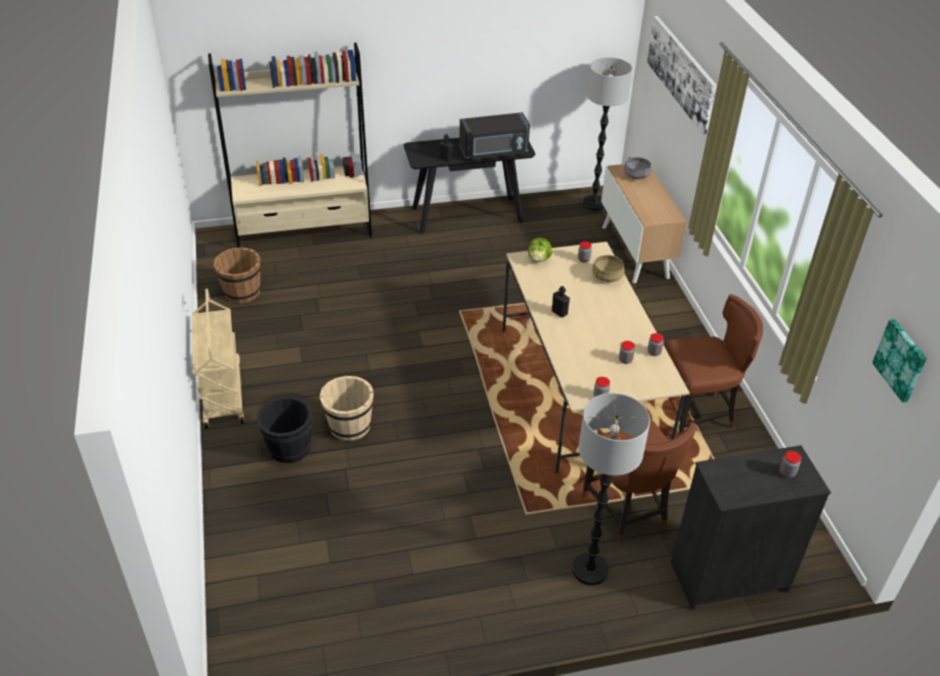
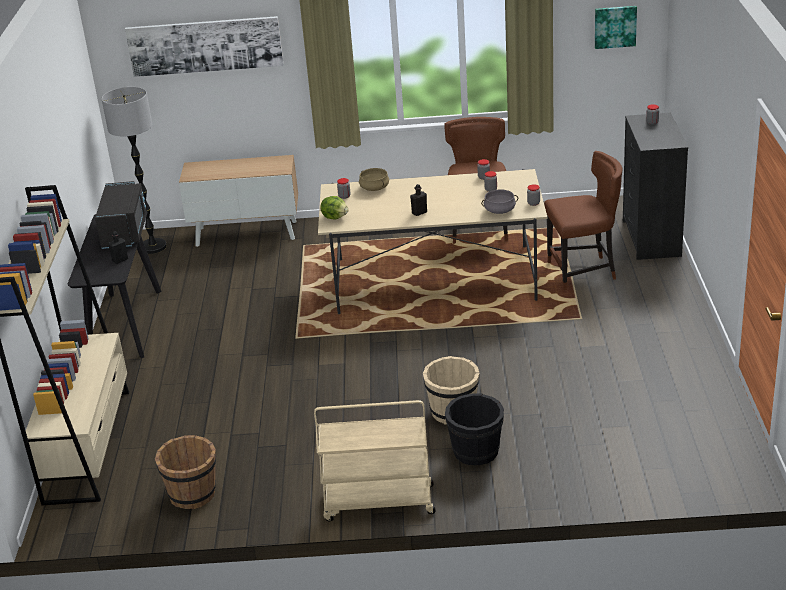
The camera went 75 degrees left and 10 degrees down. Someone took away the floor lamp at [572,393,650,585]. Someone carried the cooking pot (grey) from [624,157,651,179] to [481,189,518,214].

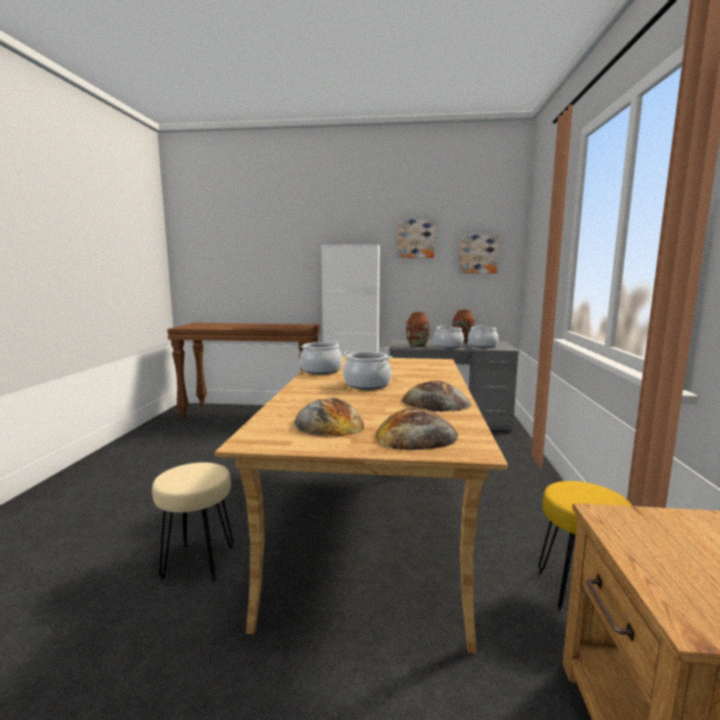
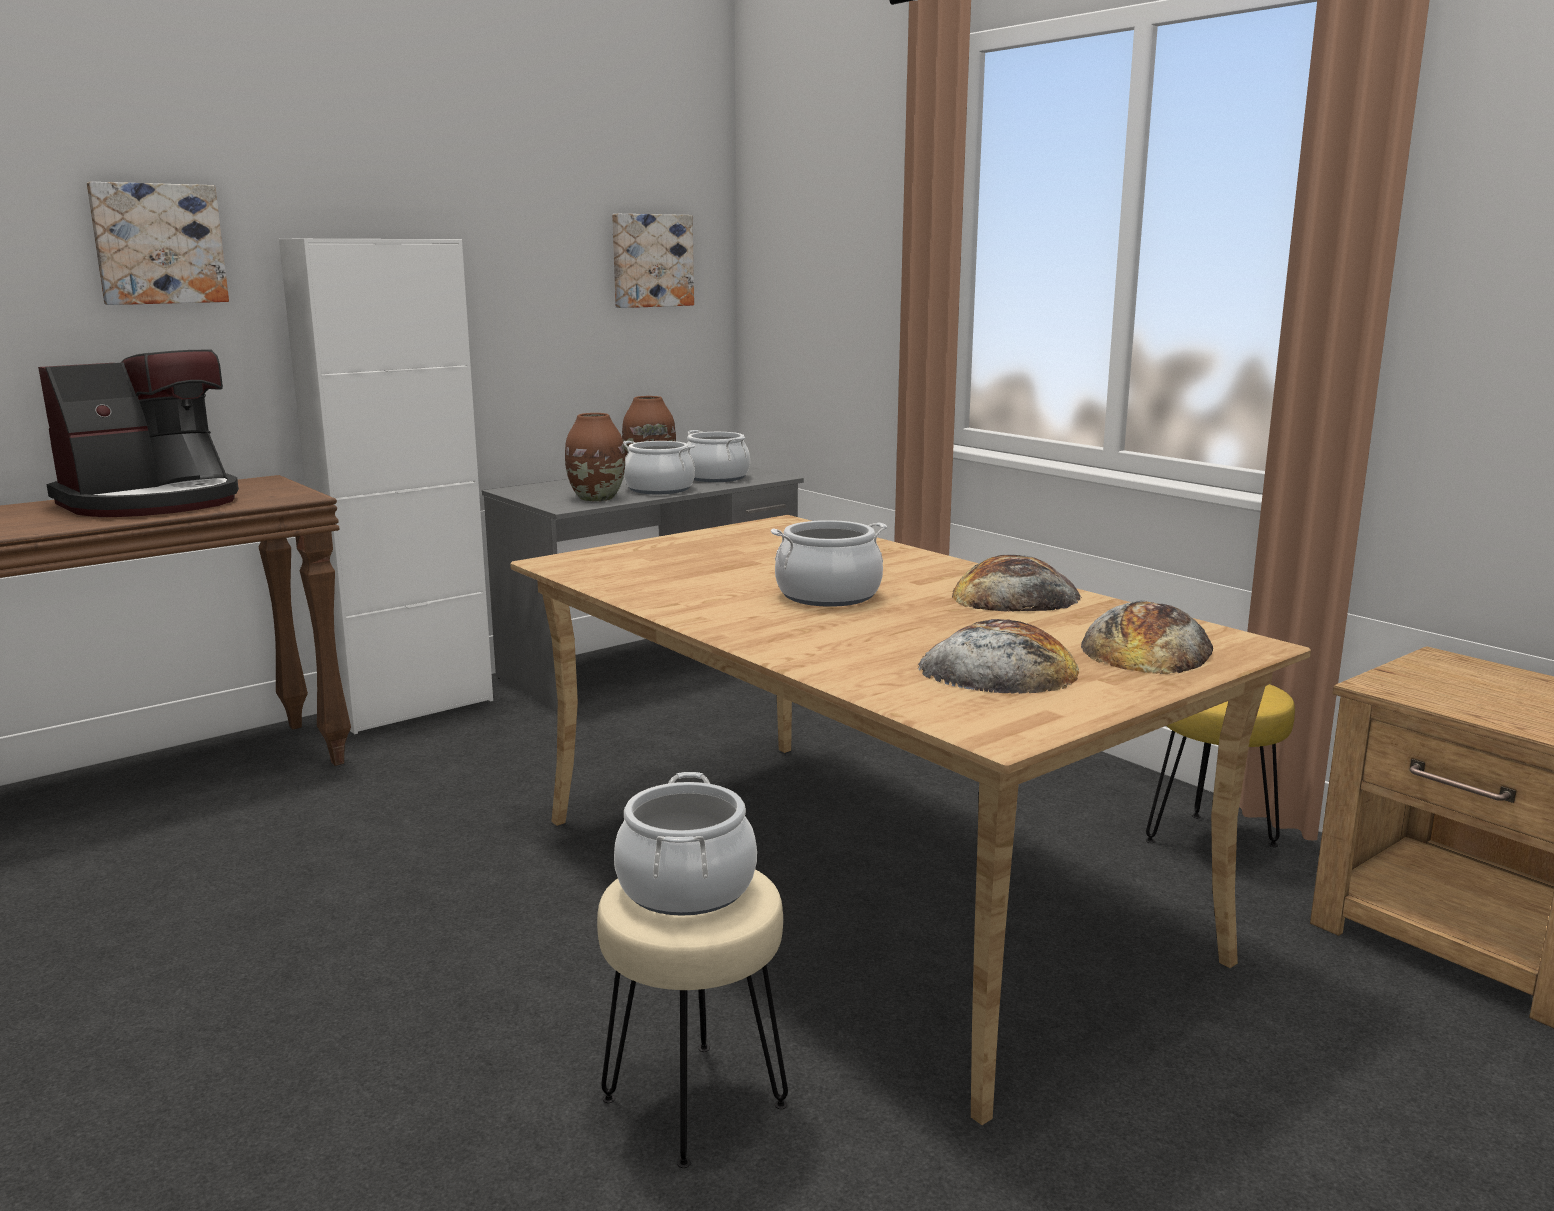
The camera went 45 degrees left and 5 degrees up. Someone carried the cooking pot from [300,341,342,374] to [614,772,757,916]. Someone carried the picture from [397,219,435,258] to [87,182,229,305]. Someone put down the coffee machine at [38,350,239,517].

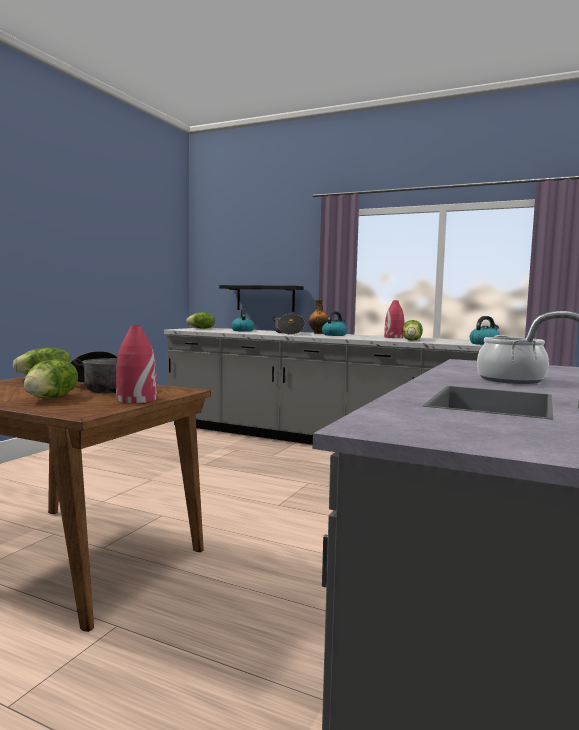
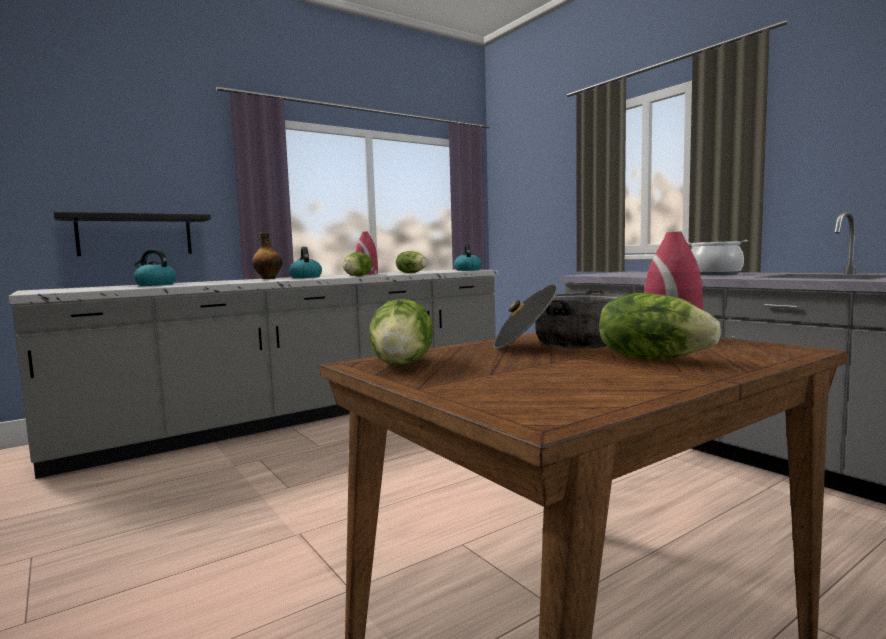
The camera went 60 degrees left and 0 degrees up. Someone carried the lettuce from [186,312,215,329] to [343,252,372,276]. Someone took away the cooking pot at [273,314,305,335].

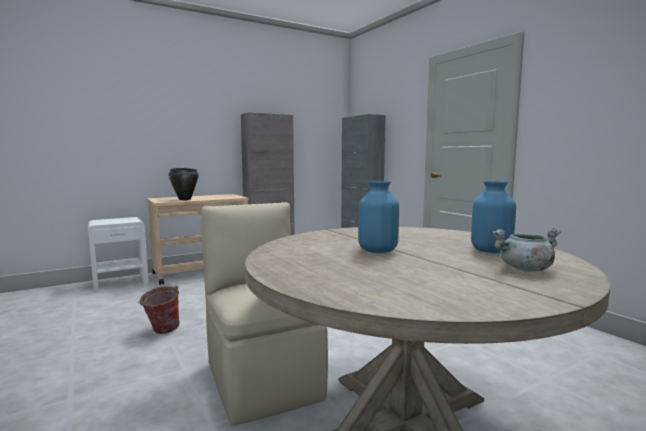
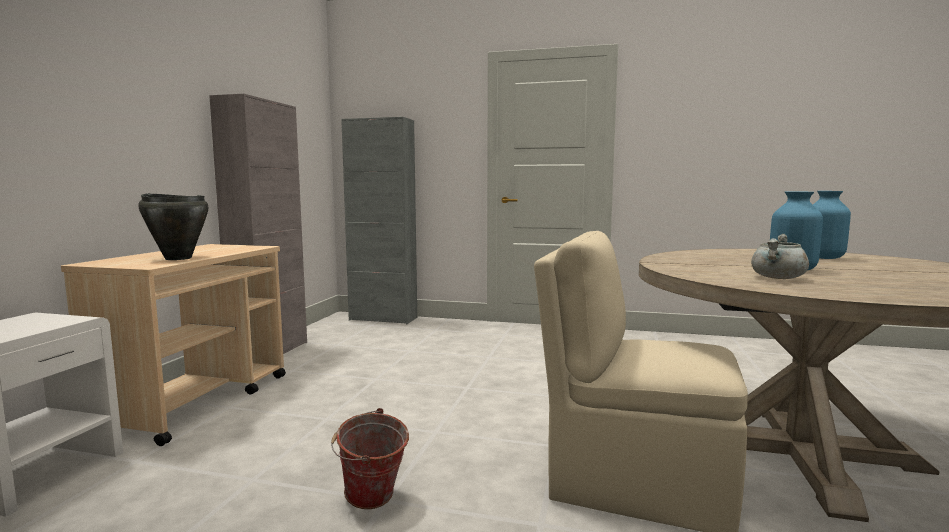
The camera went 45 degrees left and 0 degrees up. Someone carried the cooking pot (grey) from [492,228,561,271] to [751,234,809,279].

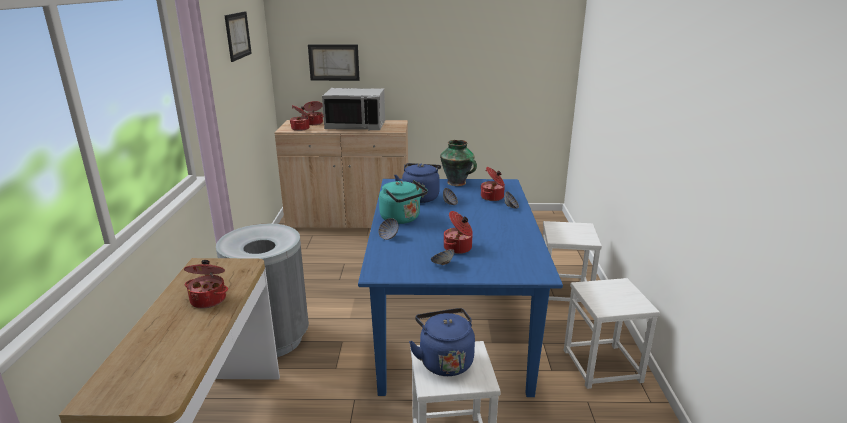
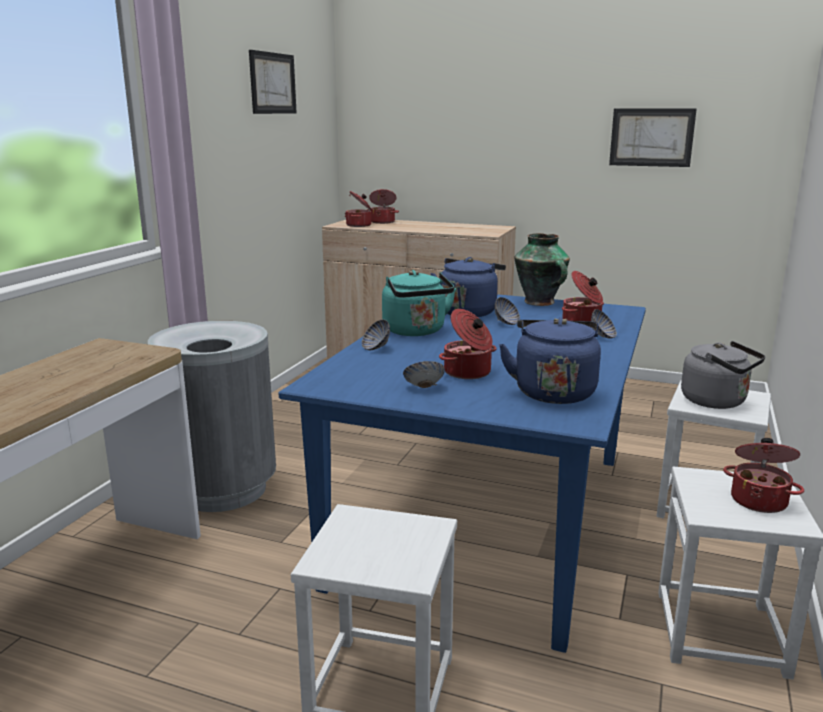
The camera went 20 degrees right and 5 degrees down. Someone carried the cooking pot from [184,260,228,308] to [723,438,804,513]. Someone carried the picture from [308,44,359,81] to [609,108,697,167]. Someone took away the microwave (grey) at [322,88,385,130]. Someone carried the kettle (blue) from [409,308,475,376] to [499,317,601,404]. Someone put down the kettle (grey) at [681,341,765,409].

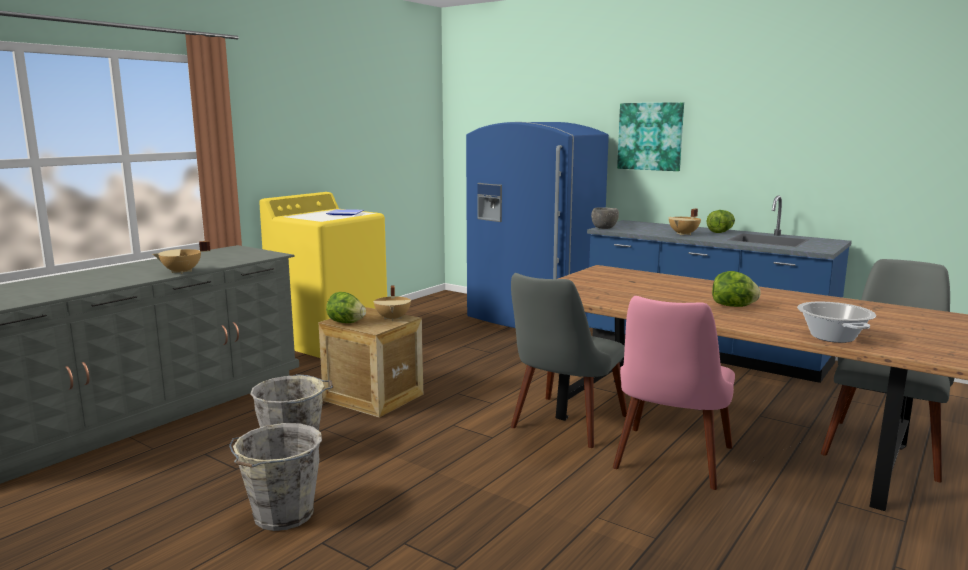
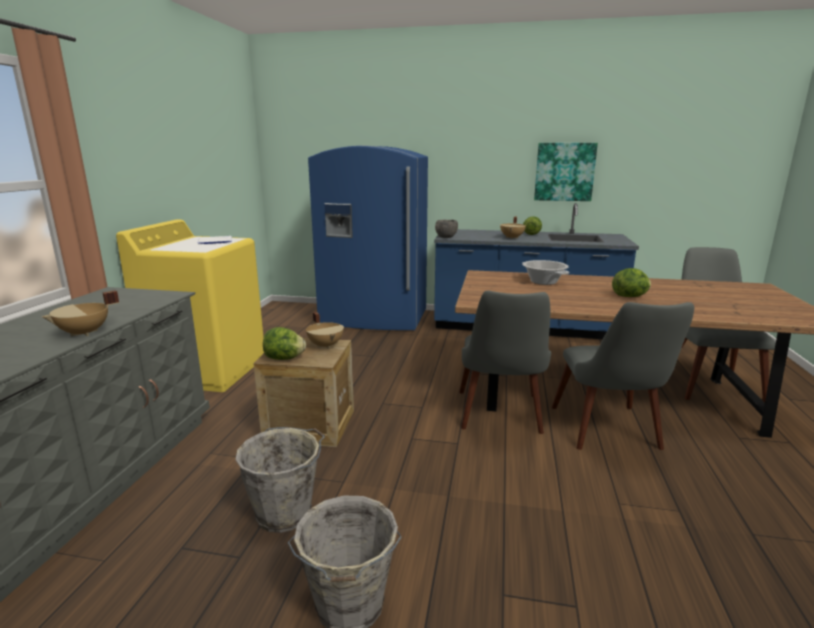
The camera went 25 degrees left and 5 degrees up. Someone repainted the chair (pink) at [613,296,735,490], which became the chair (grey) at [552,302,694,450]. Someone carried the picture from [617,102,684,171] to [534,143,598,201]. Someone carried the cooking pot from [797,302,876,343] to [522,260,569,285].

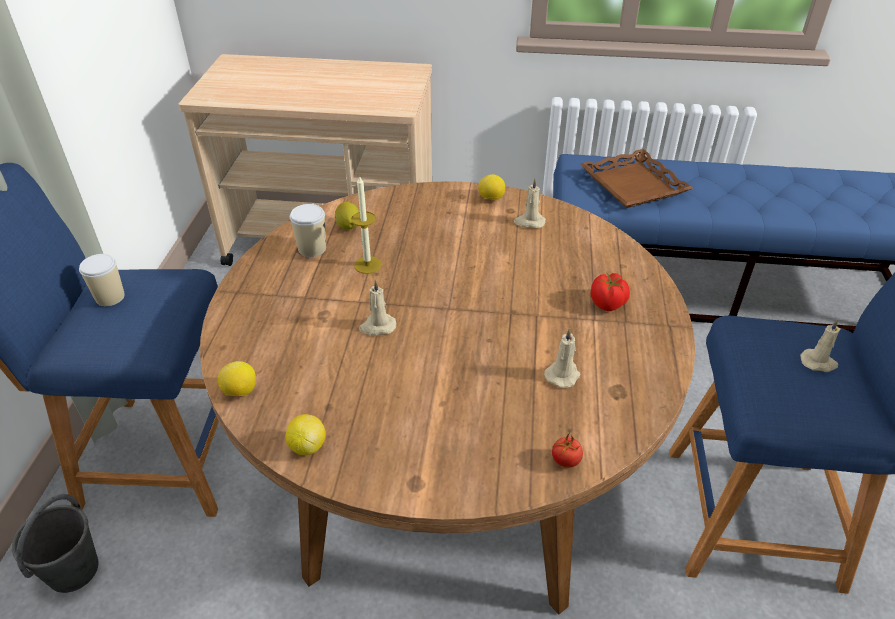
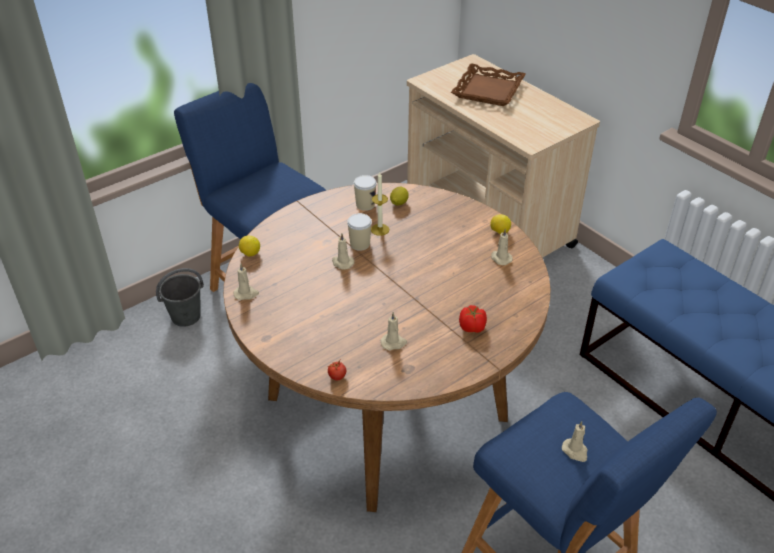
The camera went 45 degrees right and 0 degrees up. Someone carried the cup from [79,254,125,306] to [347,213,372,251]. Someone swapped the lemon at [285,414,326,455] for the candle (beige) at [234,264,259,300]. Someone carried the tray (brown) from [580,149,693,208] to [451,63,526,106].

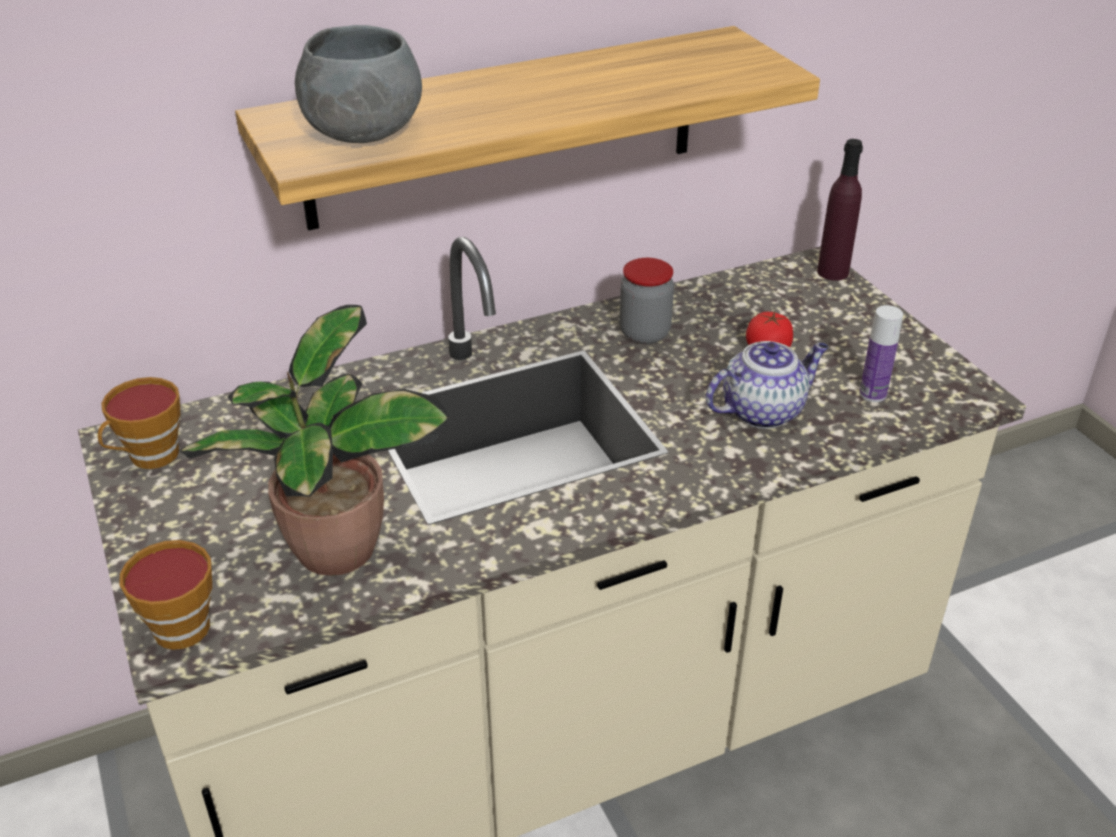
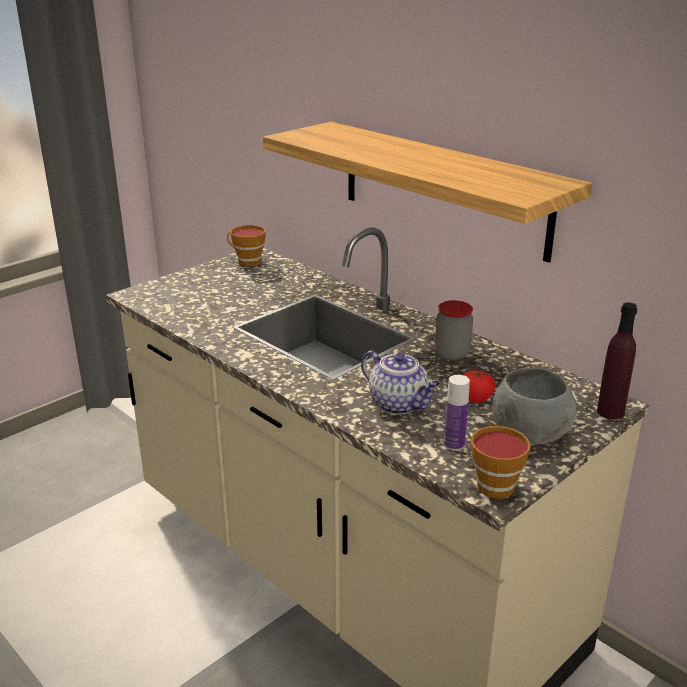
The camera went 70 degrees right and 10 degrees down. Someone carried the cup from [119,540,212,650] to [471,426,531,499]. Someone took away the potted plant at [179,305,450,576]. Someone carried the bowl (grey) from [295,25,422,143] to [492,368,576,444].

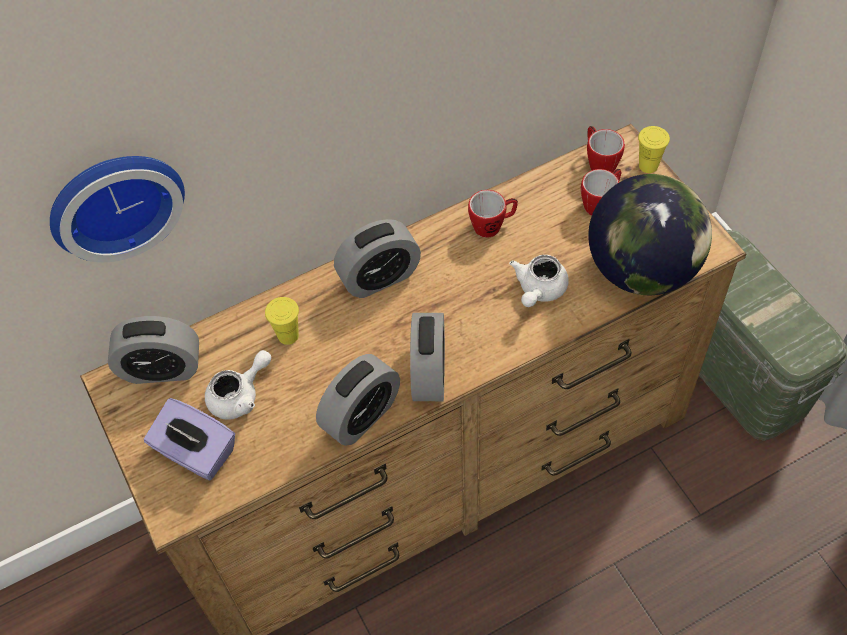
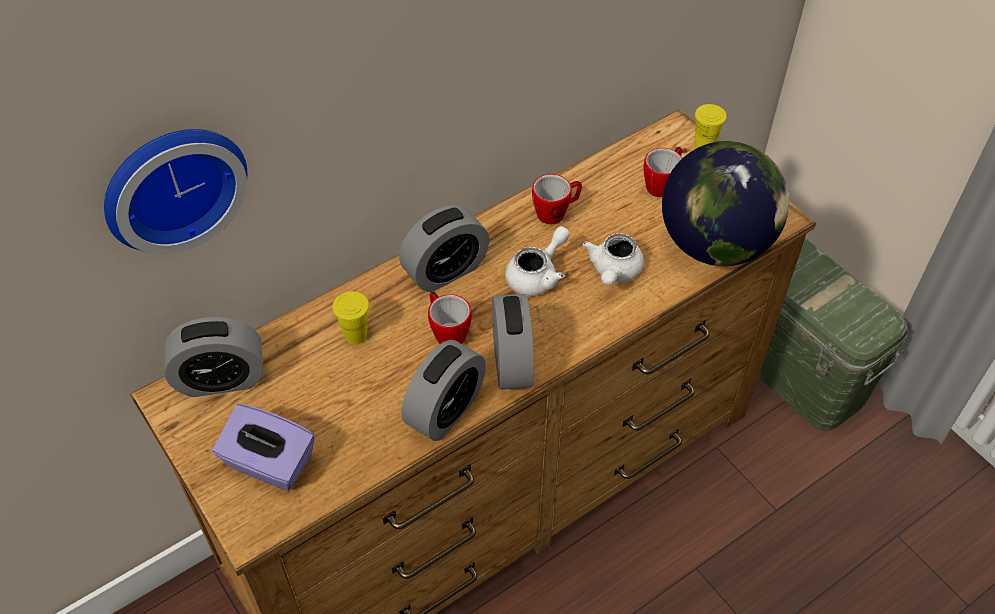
The camera went 10 degrees left and 5 degrees down. Someone carried the teapot (white) from [205,350,271,419] to [505,226,570,296]. Someone carried the mug from [587,126,625,173] to [428,291,472,344].

